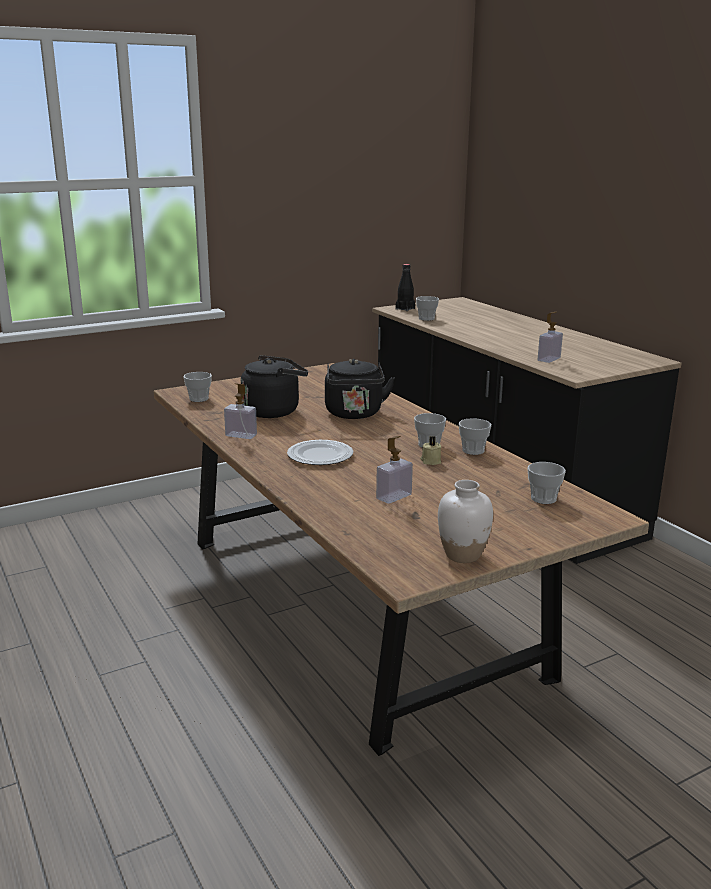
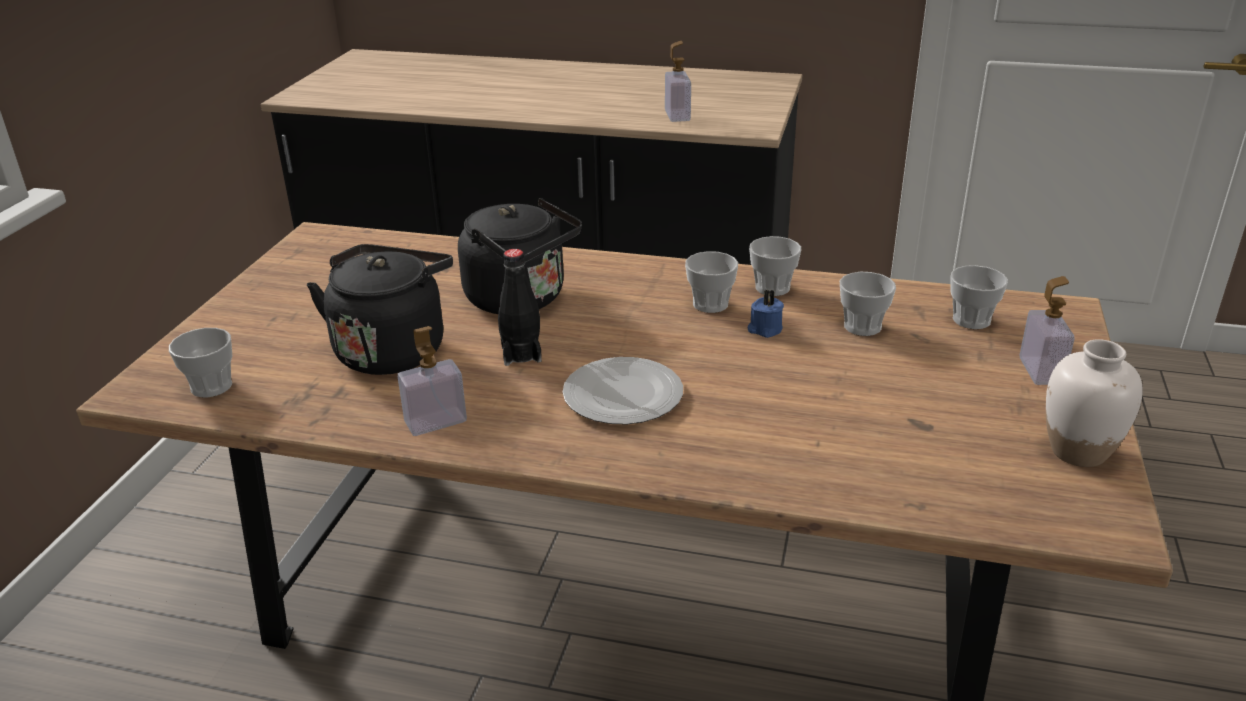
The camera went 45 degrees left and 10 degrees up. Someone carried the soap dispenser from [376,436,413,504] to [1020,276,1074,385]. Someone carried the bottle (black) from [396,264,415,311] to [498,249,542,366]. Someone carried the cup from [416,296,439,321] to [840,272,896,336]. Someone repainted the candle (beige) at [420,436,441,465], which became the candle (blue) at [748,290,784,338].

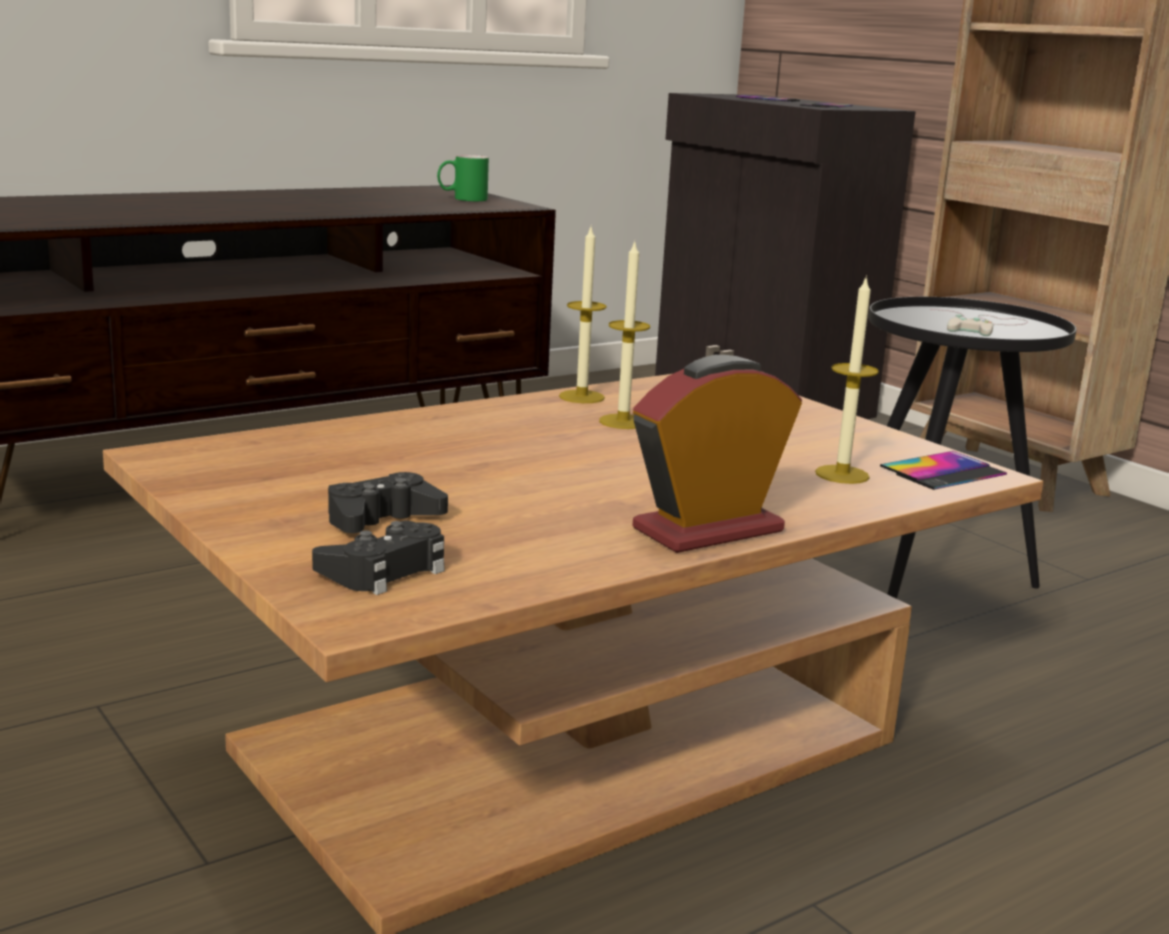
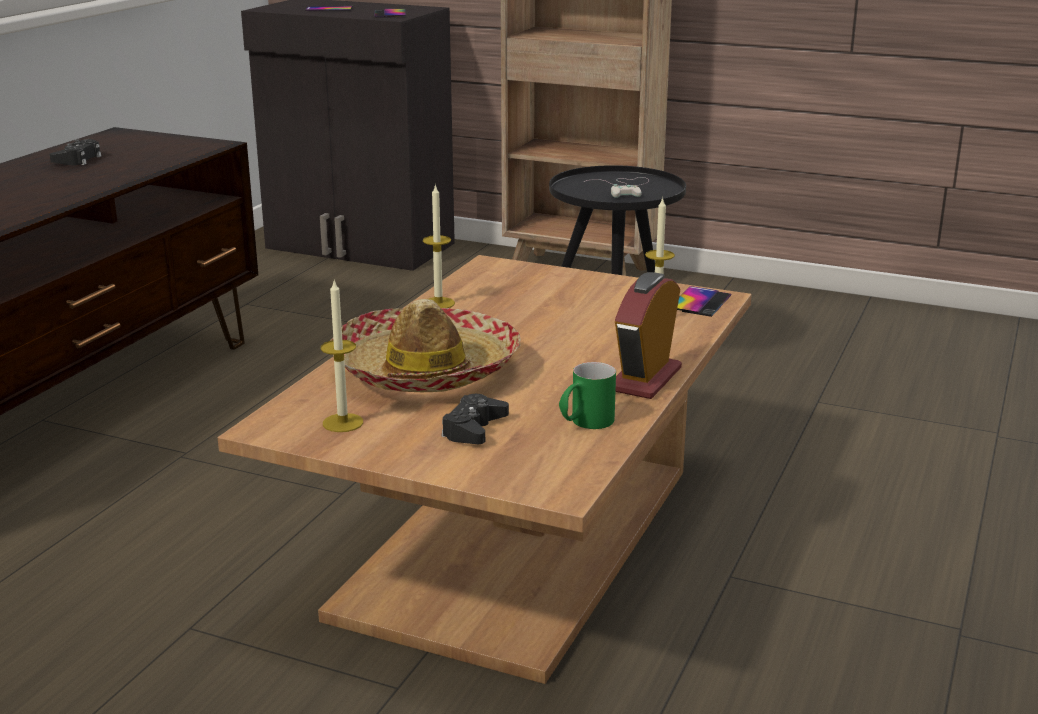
The camera went 30 degrees left and 5 degrees up. Someone carried the game controller (black) from [312,521,445,595] to [50,139,101,165]. Someone carried the mug (green) from [437,155,489,201] to [559,362,616,429]. Someone carried the candle from [599,242,650,429] to [321,280,363,432]. Someone put down the hat at [330,299,521,392].

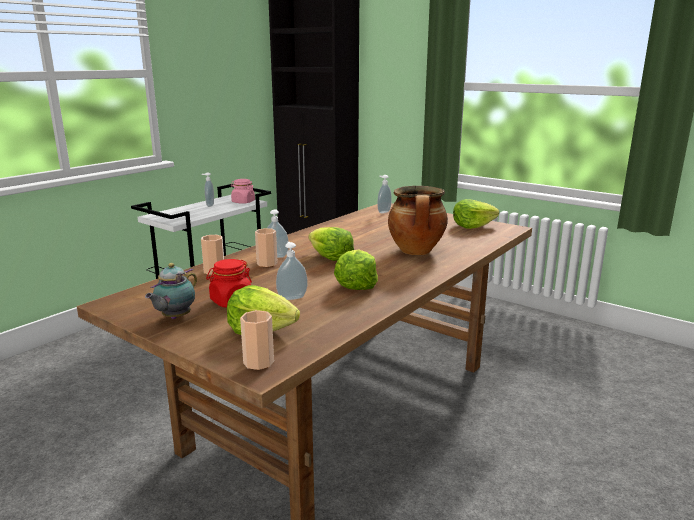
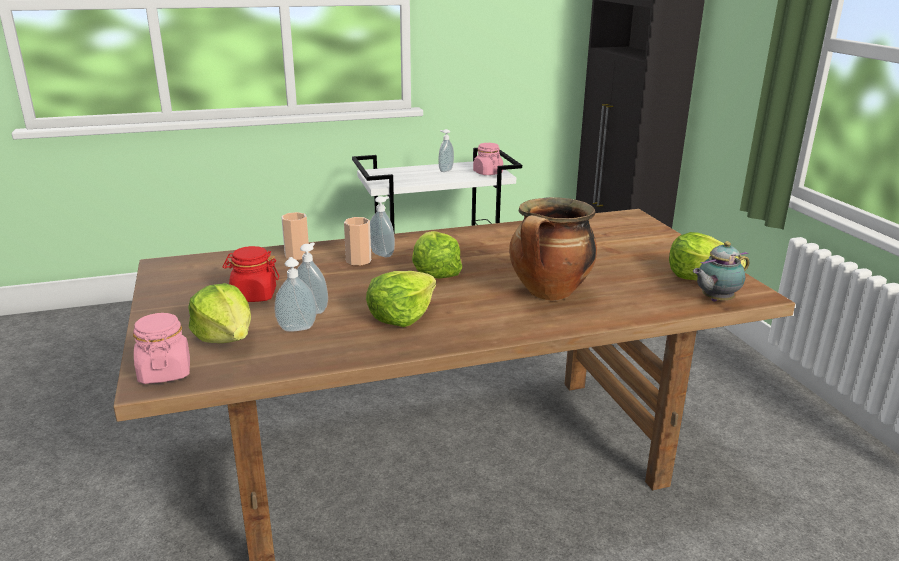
The camera went 35 degrees right and 5 degrees up. Someone carried the teapot from [145,263,197,319] to [693,241,750,302]. Someone swapped the cup at [240,310,274,370] for the jar (pink) at [133,313,190,384]. Someone carried the soap dispenser from [378,175,392,213] to [275,257,317,332].

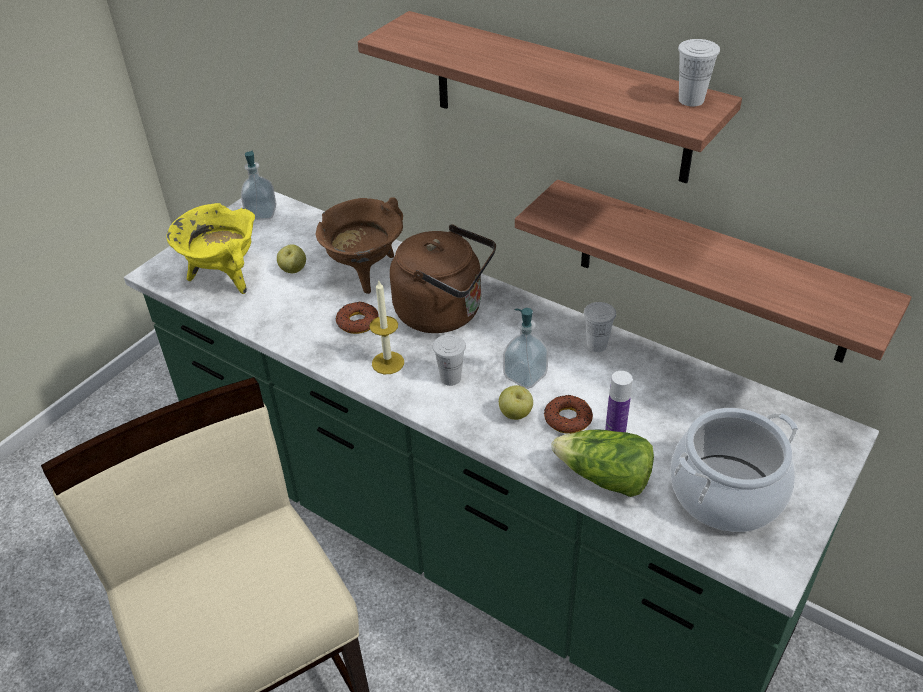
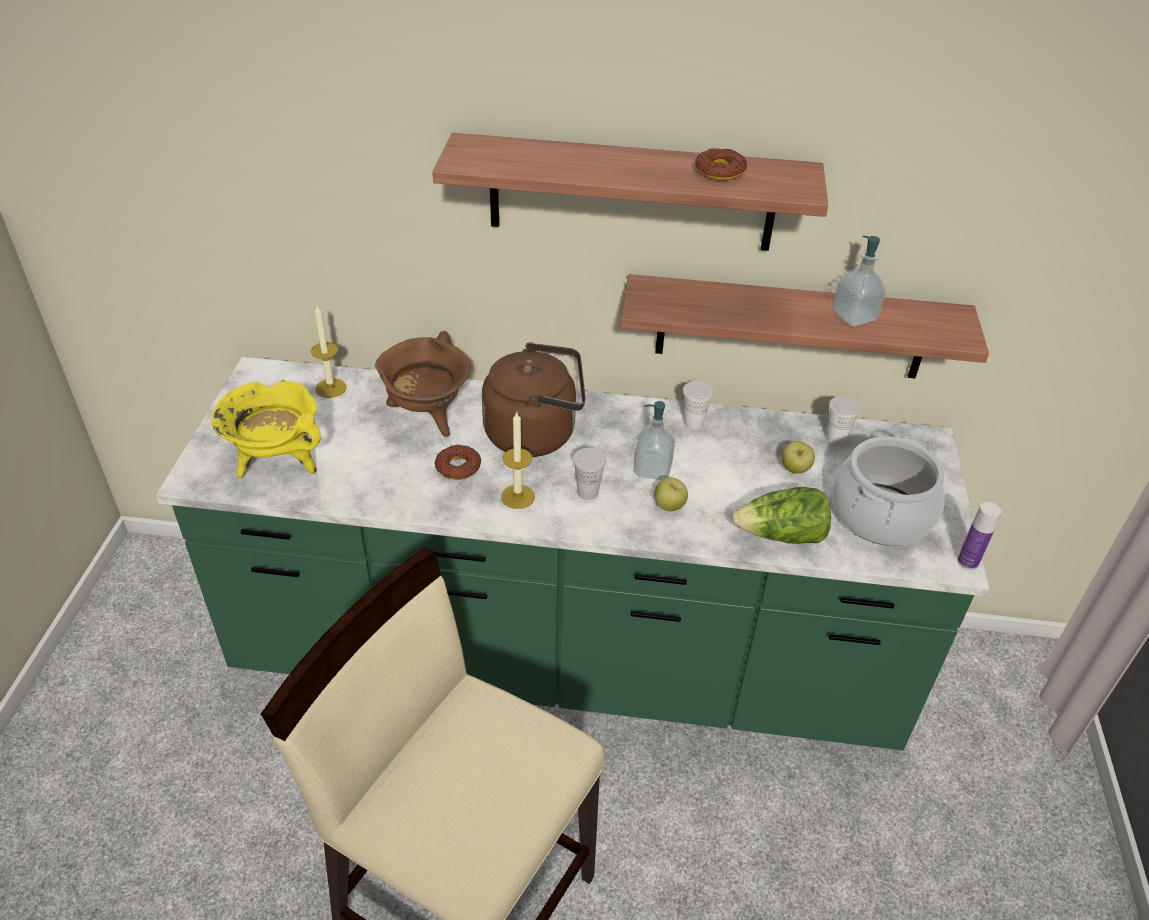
The camera went 30 degrees left and 0 degrees up. Someone carried the soap dispenser from [241,151,277,220] to [832,236,886,327]. Someone carried the apple from [277,244,306,273] to [781,441,815,474]. Someone carried the donut from [544,395,593,434] to [695,148,747,181]. Someone carried the bottle from [605,371,633,432] to [957,502,1002,570]. Someone carried the cup (white) from [678,39,720,106] to [826,396,861,445]. Someone put down the candle at [311,306,347,398].

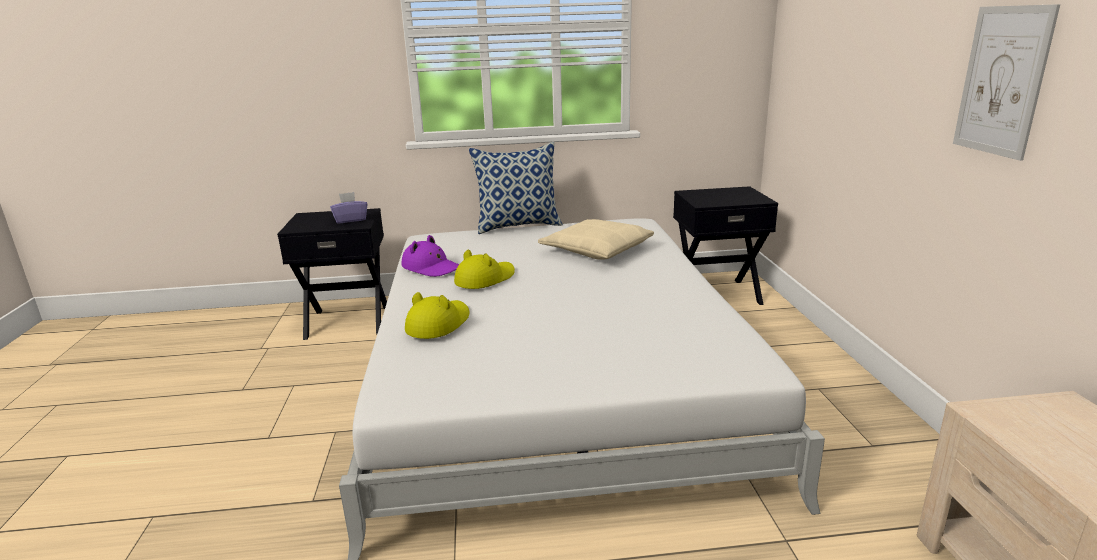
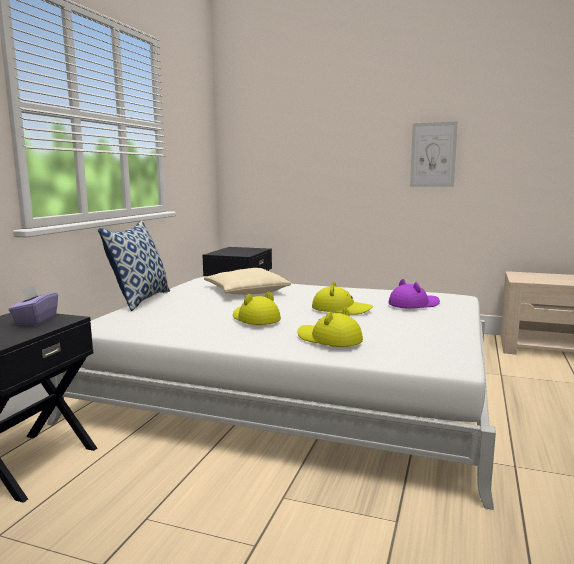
The camera went 65 degrees left and 10 degrees down. Someone carried the hat (purple) from [401,235,459,277] to [388,279,440,309]. Someone put down the hat (yellow) at [312,281,373,315].

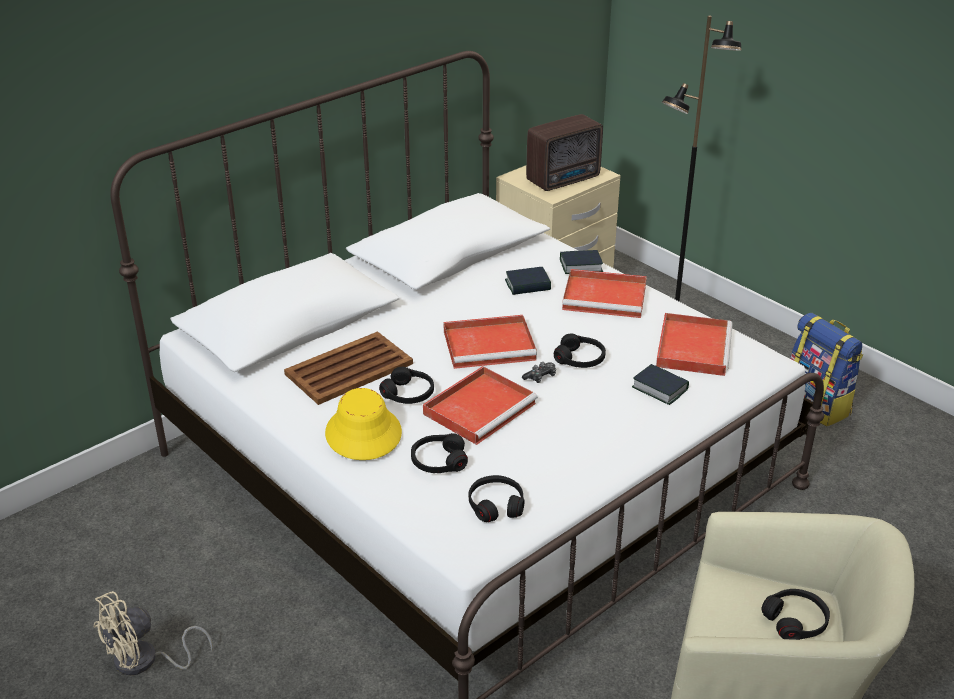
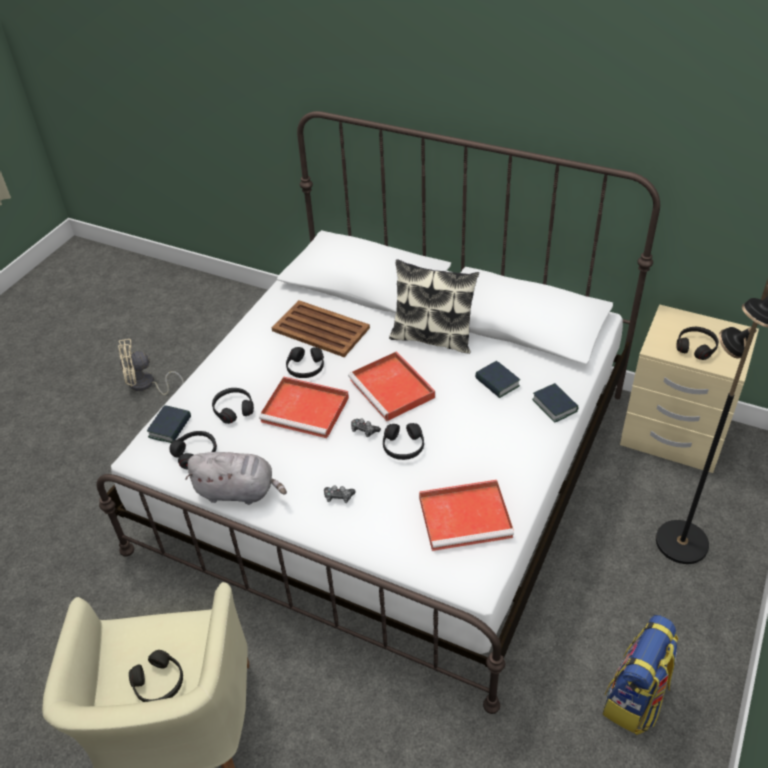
The camera went 70 degrees right and 10 degrees up. Someone rotated the fan (beige) at [94,591,213,676] by 45 degrees counterclockwise. Someone took away the hat (yellow) at [325,388,402,460]. Someone swapped the radio at [526,114,603,191] for the headphones (black) at [676,327,719,360]. Someone took away the tray (red) at [562,269,647,318]. Someone carried the book from [632,364,689,405] to [147,405,191,443]. Someone put down the plush toy (grey) at [186,452,287,505]. Someone put down the game controller at [324,485,356,503]. Someone put down the pillow at [389,259,479,354].

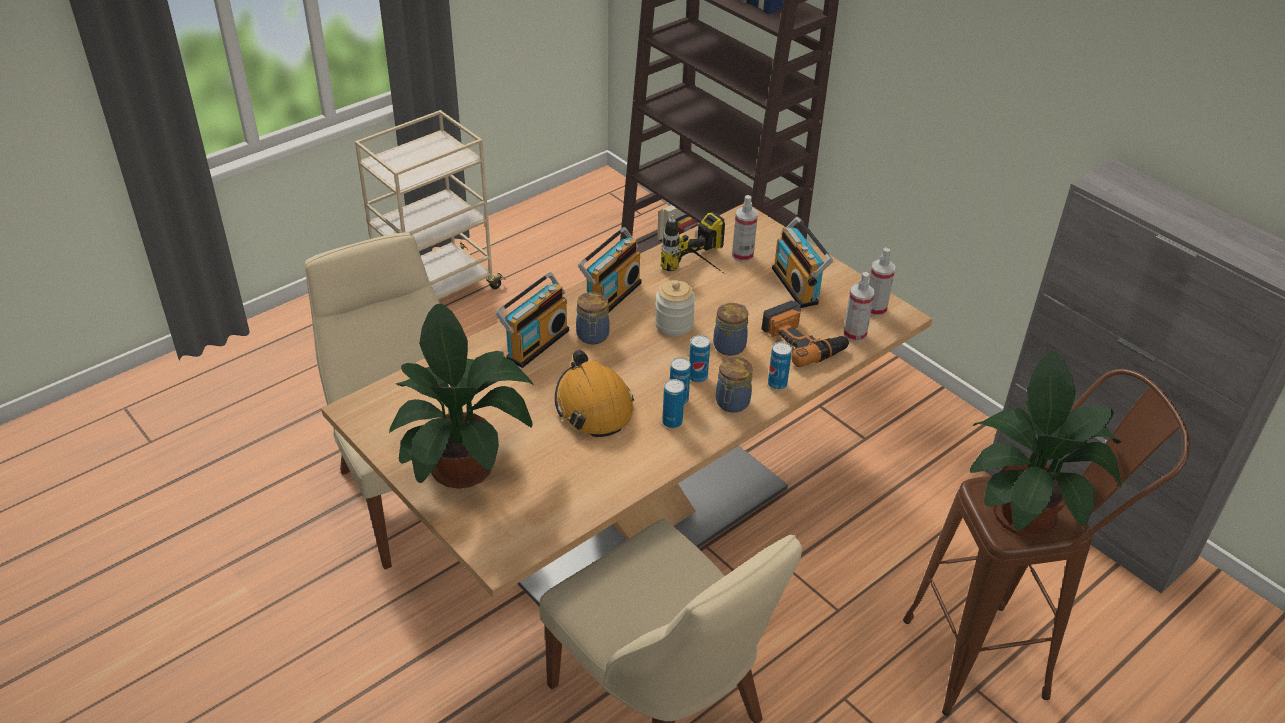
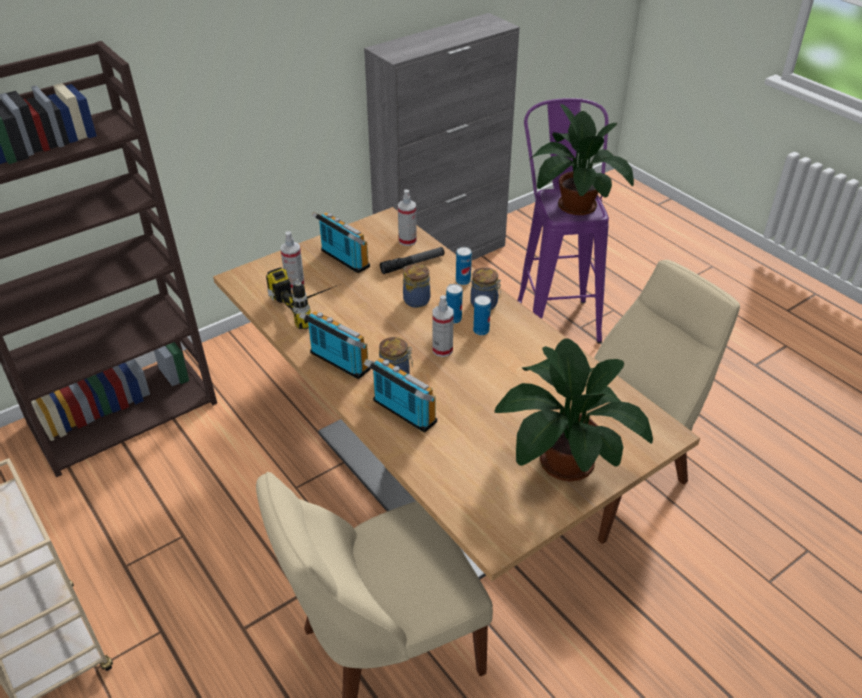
The camera went 85 degrees left and 0 degrees up. Someone took away the hard hat (orange) at [555,350,634,437]. Someone took away the jar at [655,280,696,336]. Someone took away the can at [662,379,685,428]. Someone swapped the power drill at [762,301,850,367] for the flashlight at [380,247,444,274]. Someone rotated the radio at [772,217,833,308] by 120 degrees counterclockwise. Someone carried the spray bottle from [869,248,895,317] to [432,295,454,357]. Someone repainted the stool (brown) at [903,369,1190,716], which became the stool (purple) at [517,98,609,344].

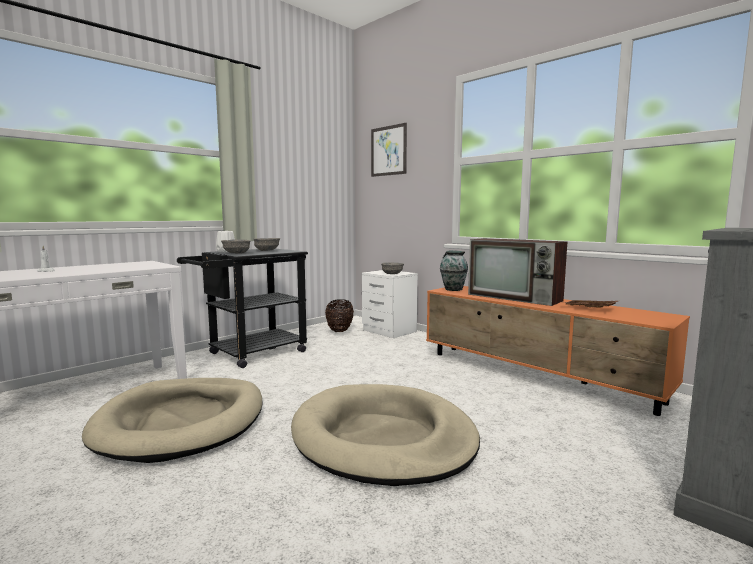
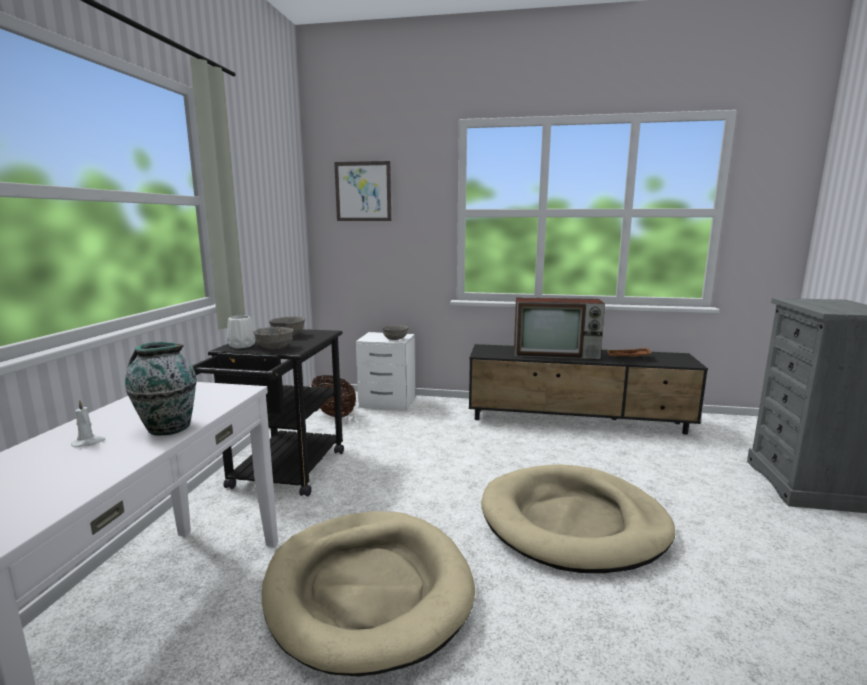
The camera went 35 degrees left and 5 degrees up. Someone repainted the tv stand (orange) at [426,286,690,416], which became the tv stand (black) at [469,344,708,435]. Someone carried the vase from [440,250,468,291] to [125,342,197,436].

